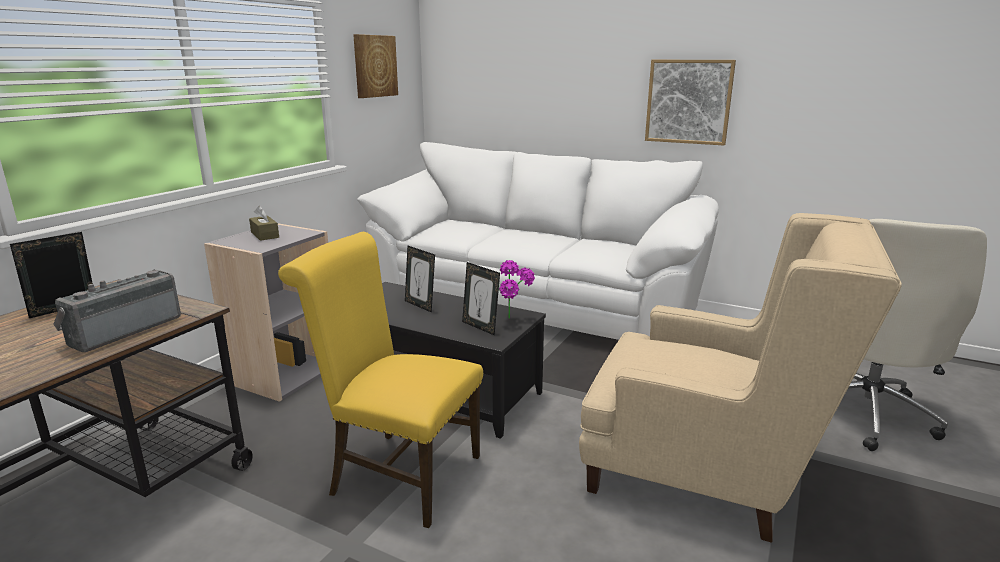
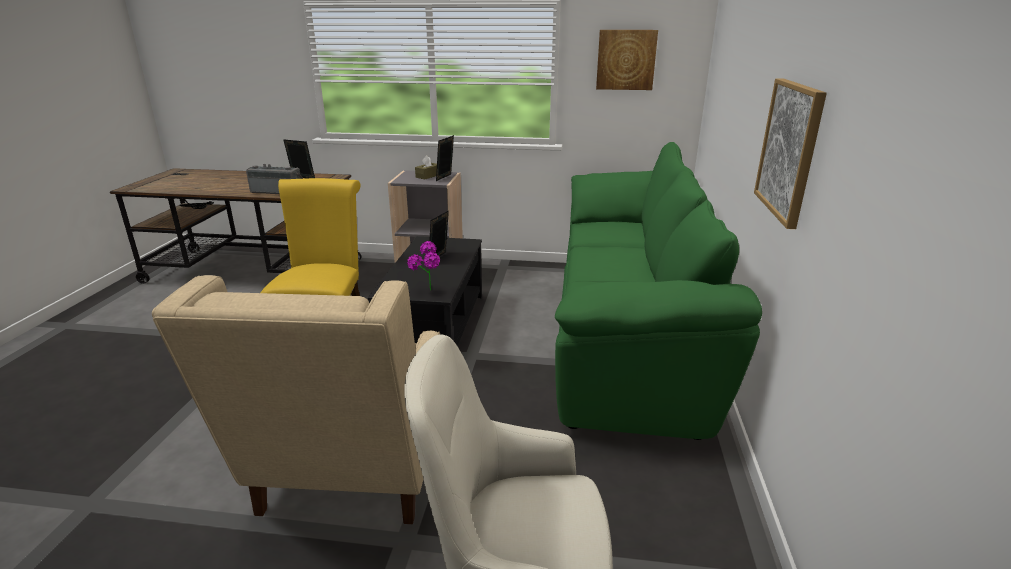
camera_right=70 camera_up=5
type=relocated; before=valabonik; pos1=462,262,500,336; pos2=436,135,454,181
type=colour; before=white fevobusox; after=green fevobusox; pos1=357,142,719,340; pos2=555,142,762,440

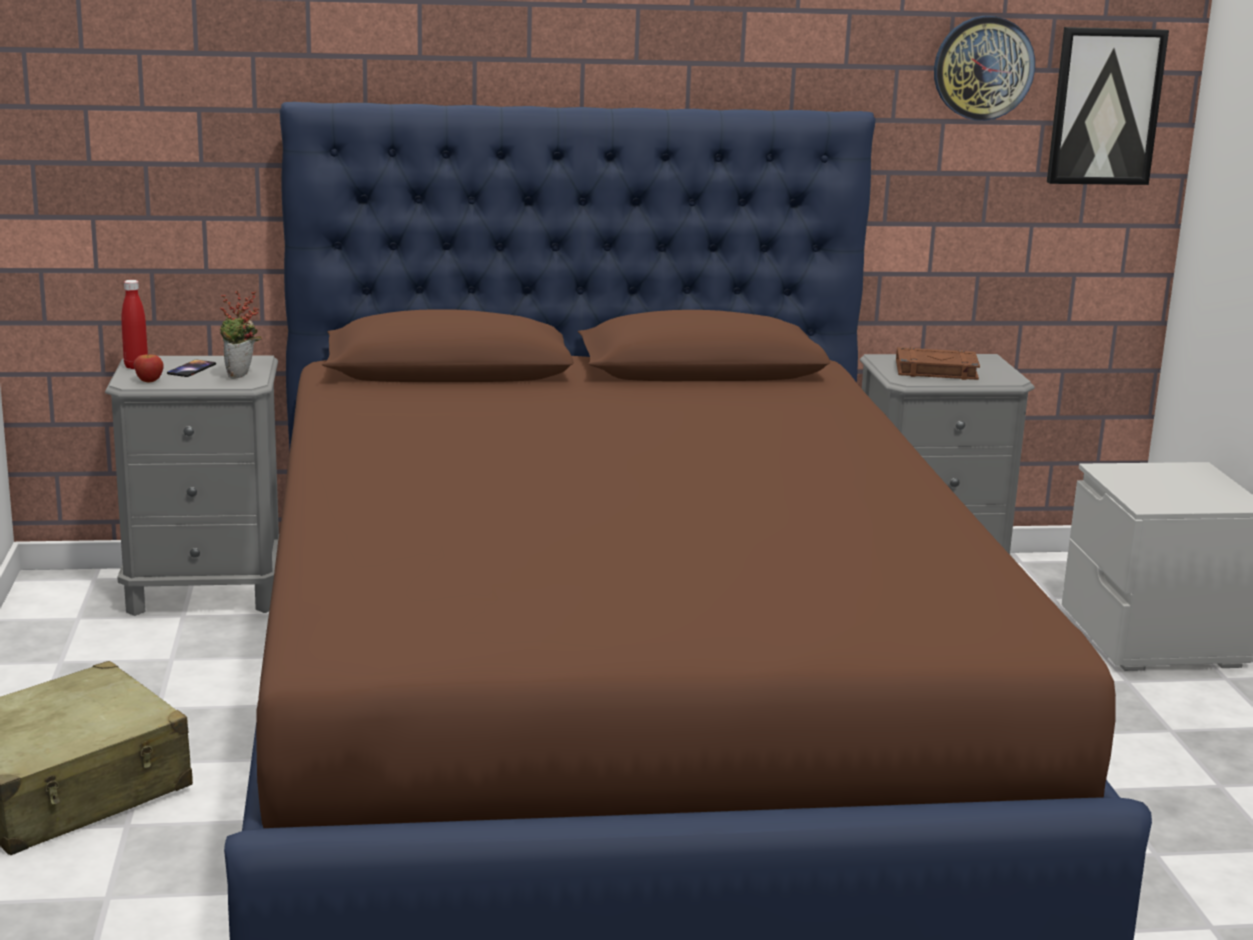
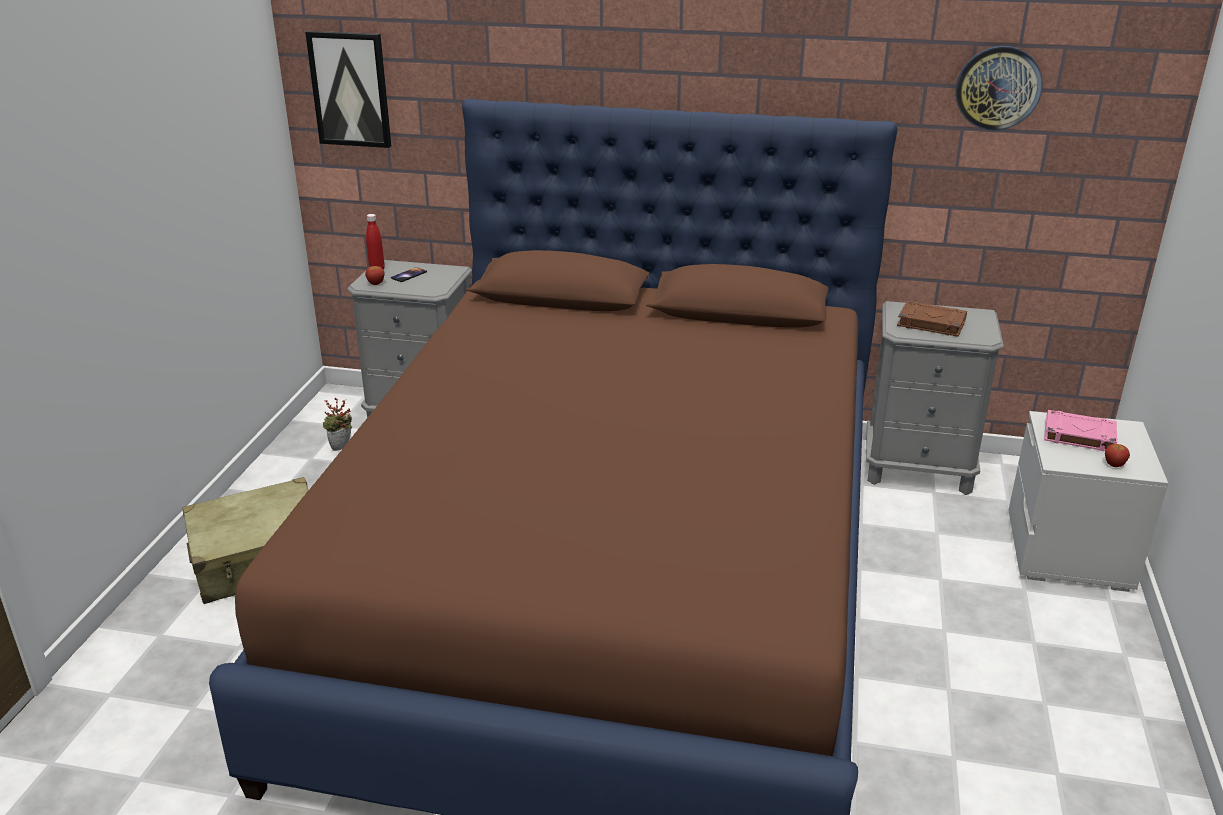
camera_right=20 camera_up=10
type=relocated; before=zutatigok; pos1=1047,27,1169,185; pos2=305,31,391,148
type=relocated; before=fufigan; pos1=220,291,262,379; pos2=323,397,352,451
type=appeared; after=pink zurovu; pos2=1044,410,1117,451
type=appeared; after=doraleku; pos2=1105,444,1130,467

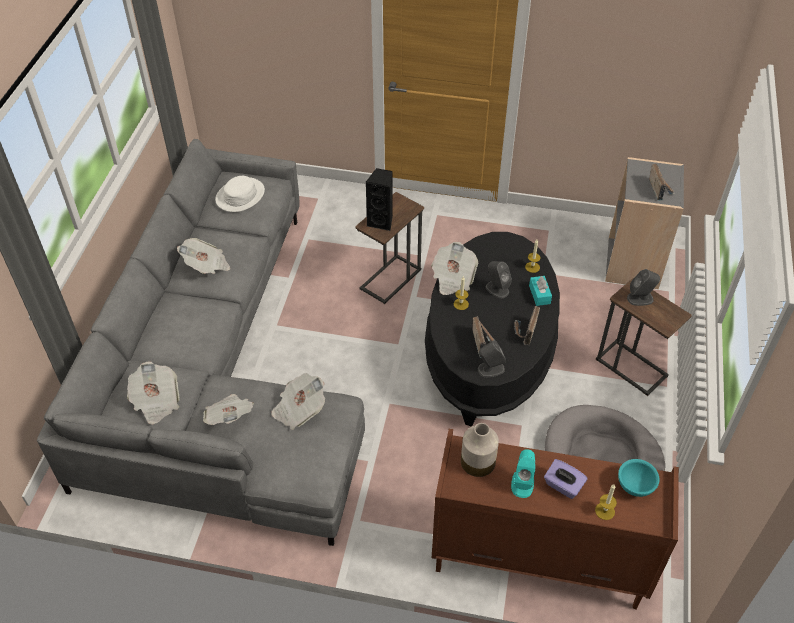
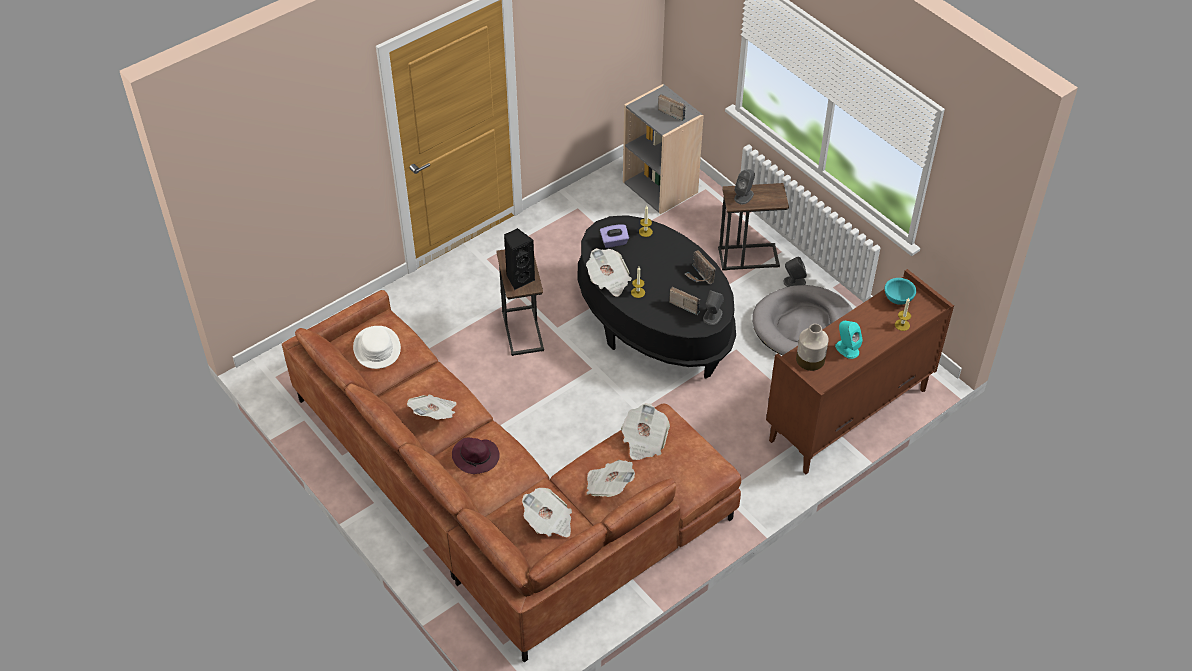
camera_right=-50 camera_up=0
type=colour; before=grey fevobusox; after=brown fevobusox; pos1=37,139,365,546; pos2=282,290,741,663
type=appeared; after=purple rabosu; pos2=452,438,500,474
type=relocated; before=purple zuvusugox; pos1=544,459,587,499; pos2=600,224,629,248
type=relocated; before=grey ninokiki; pos1=486,261,512,298; pos2=783,257,807,287
type=missing; before=turquoise zuvusugox; pos1=529,276,552,306

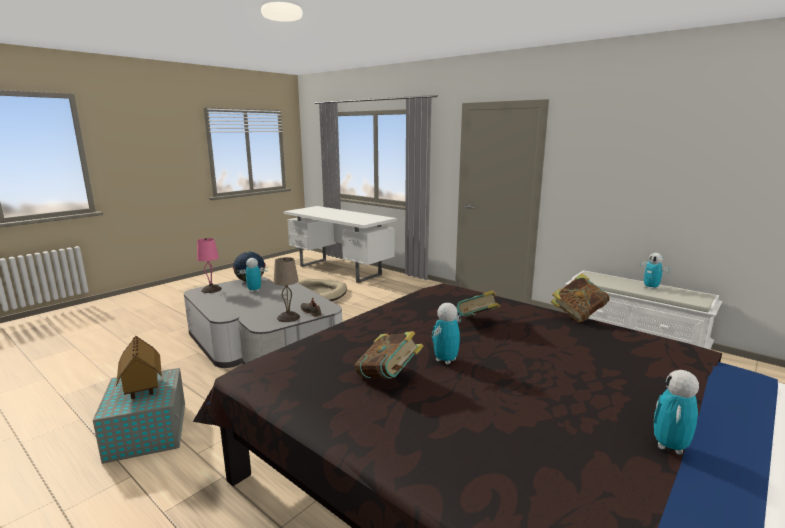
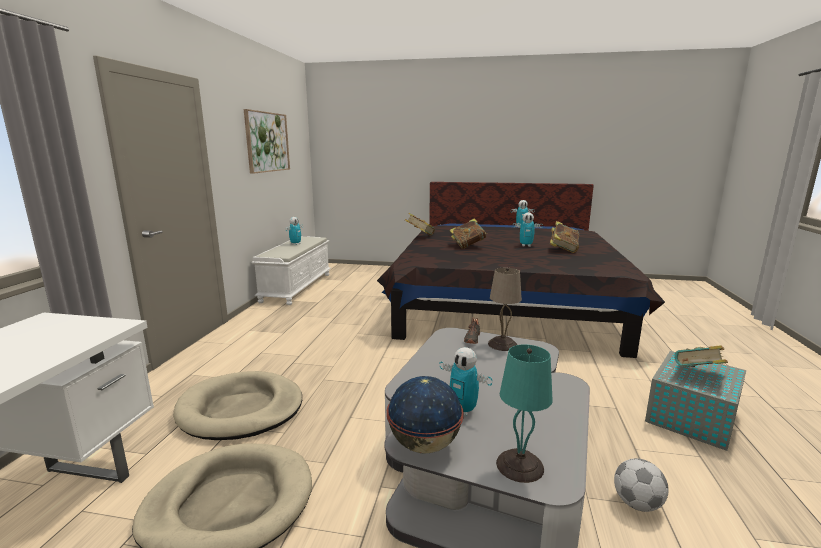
camera_right=-120 camera_up=0
type=appeared; after=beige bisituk; pos2=173,371,302,440
type=appeared; after=zutatigok; pos2=244,109,290,174
type=colour; before=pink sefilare; after=turquoise sefilare; pos1=197,238,222,293; pos2=496,345,553,483
type=appeared; after=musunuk; pos2=614,458,669,512
type=exchanged; before=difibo; after=zurovu; pos1=116,336,162,399; pos2=674,345,728,367

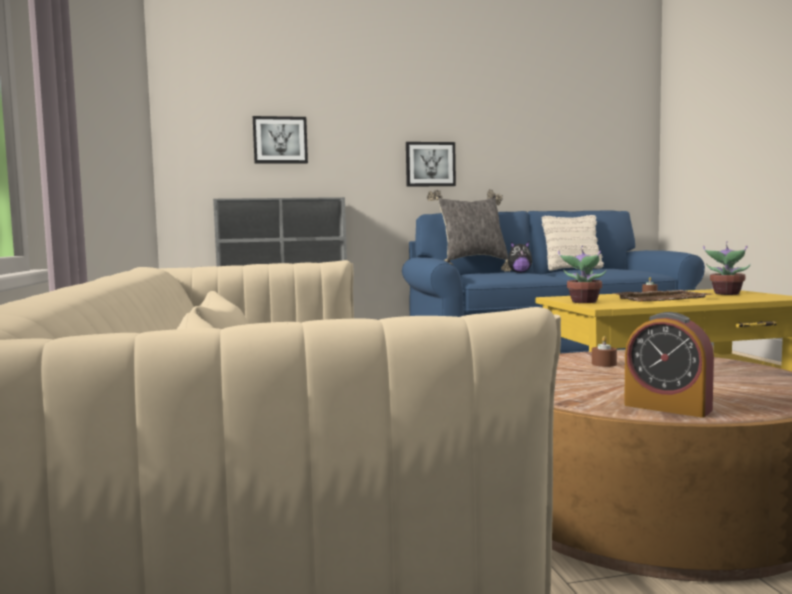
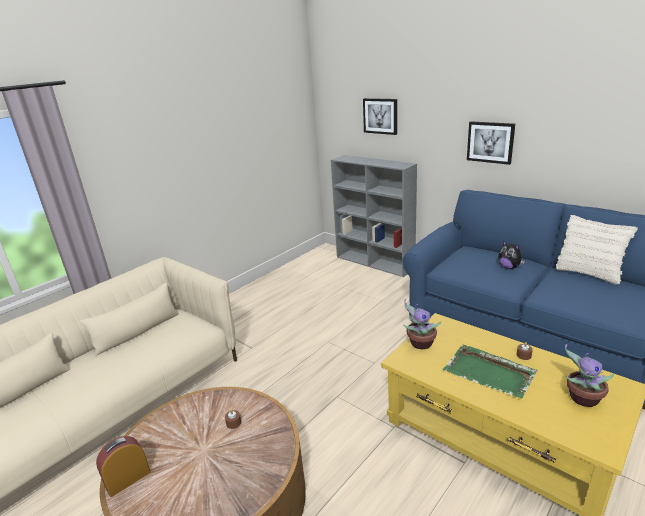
camera_right=55 camera_up=20
type=spun; before=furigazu; pos1=624,312,714,418; pos2=96,436,151,497; turn=45
type=colour; before=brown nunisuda; after=green nunisuda; pos1=612,290,711,302; pos2=443,344,538,398
type=missing; before=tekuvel; pos1=427,189,512,272

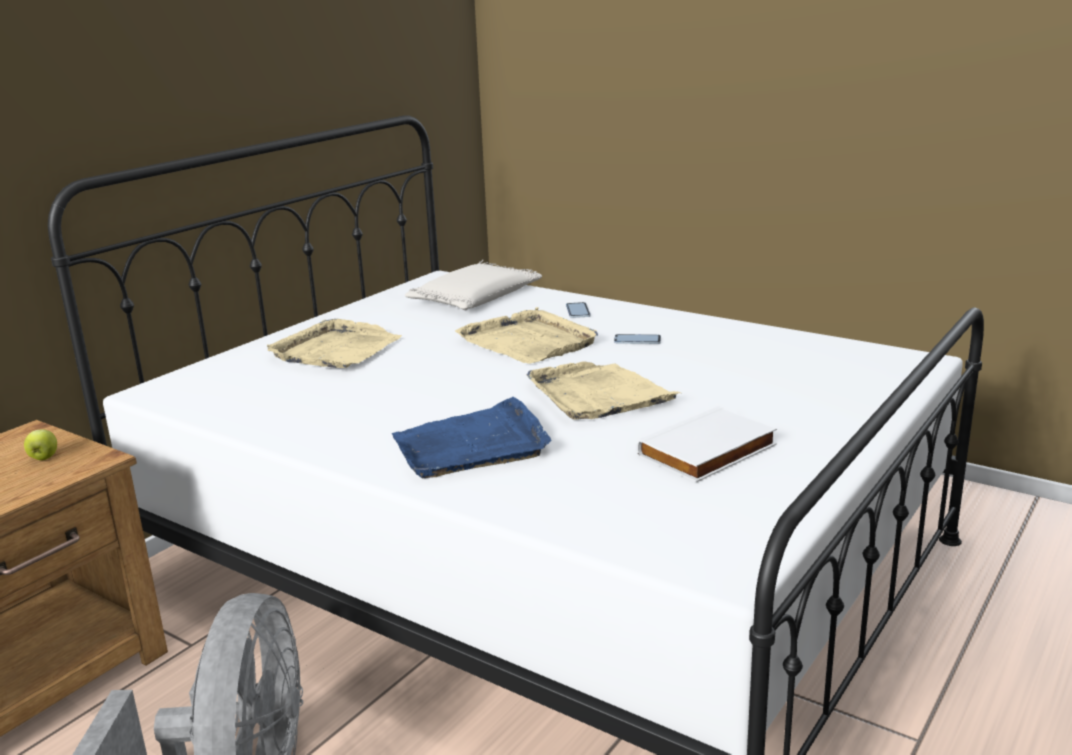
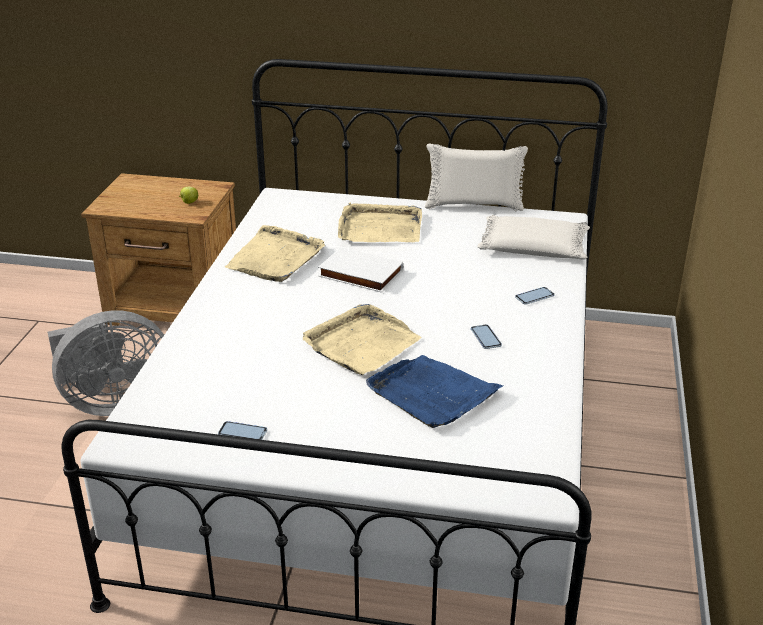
camera_right=65 camera_up=10
type=appeared; after=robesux; pos2=218,421,267,440
type=relocated; before=beige nunisuda; pos1=455,307,598,364; pos2=225,225,325,282
type=relocated; before=white zurovu; pos1=637,406,777,482; pos2=318,247,403,293
type=relocated; before=blue nunisuda; pos1=392,397,551,478; pos2=366,355,503,428
type=appeared; after=white tekuvel; pos2=425,143,528,212

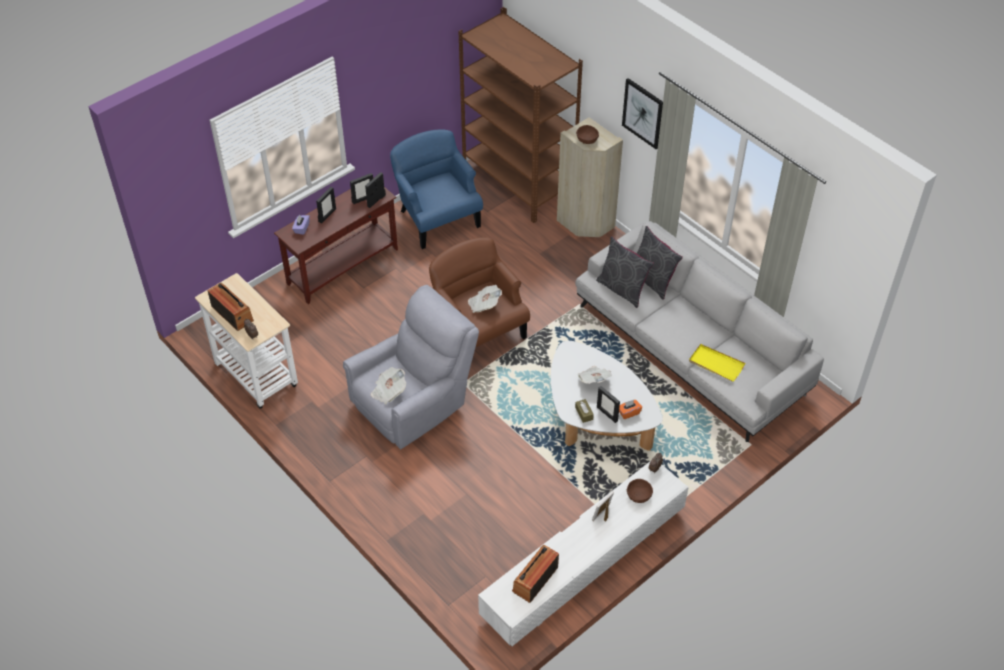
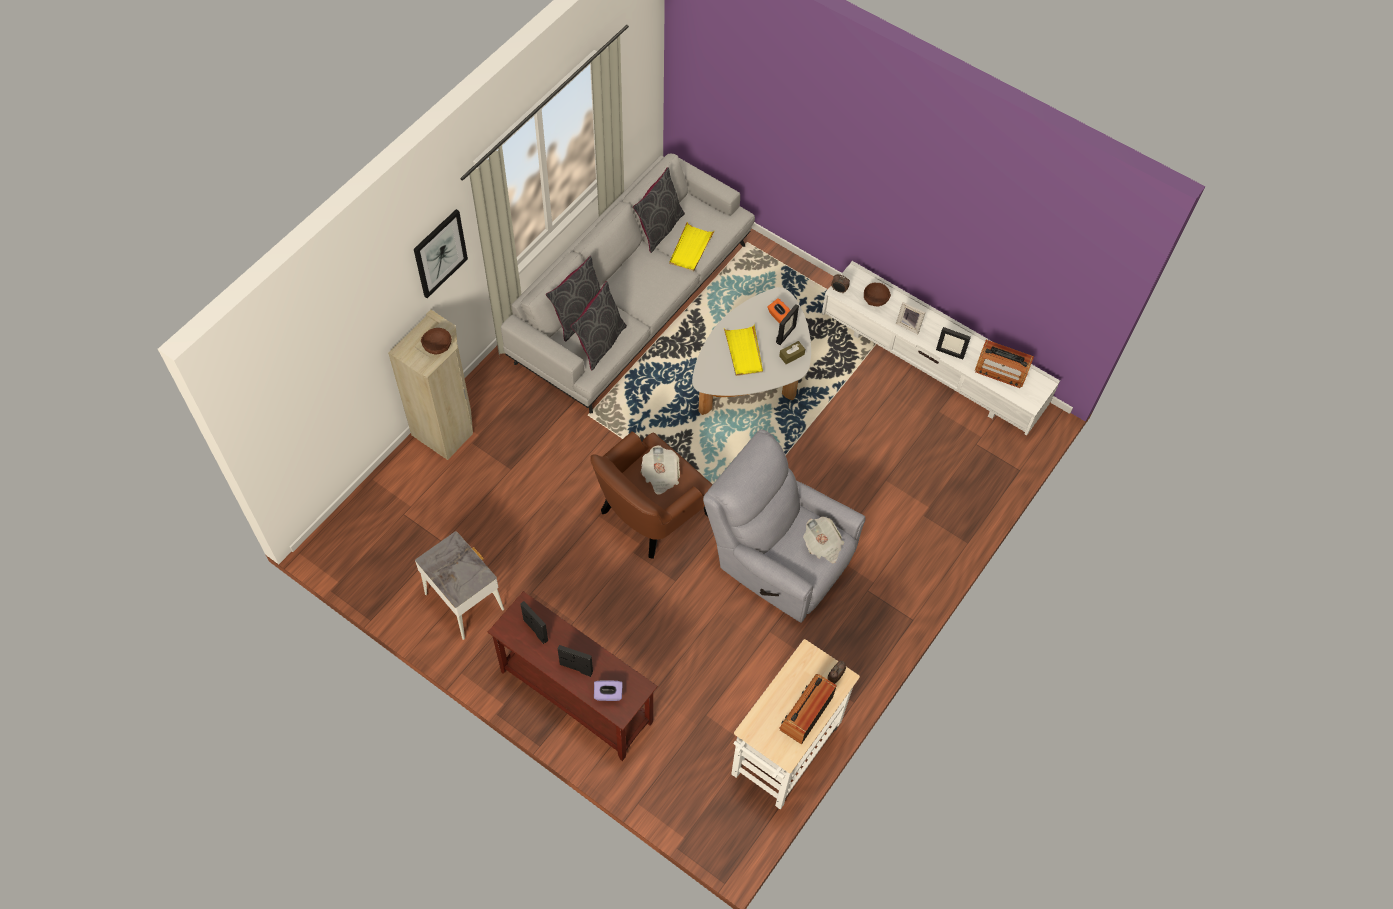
camera_right=-105 camera_up=10
type=exchanged; before=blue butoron; after=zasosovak; pos1=390,129,483,249; pos2=415,531,504,640
type=appeared; after=grey tekuvel; pos2=633,167,685,253
type=exchanged; before=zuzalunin; after=yellow nunisuda; pos1=578,366,612,384; pos2=724,324,763,376
type=relocated; before=valabonik; pos1=365,172,386,208; pos2=936,327,971,359
type=missing; before=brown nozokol; pos1=458,7,583,223

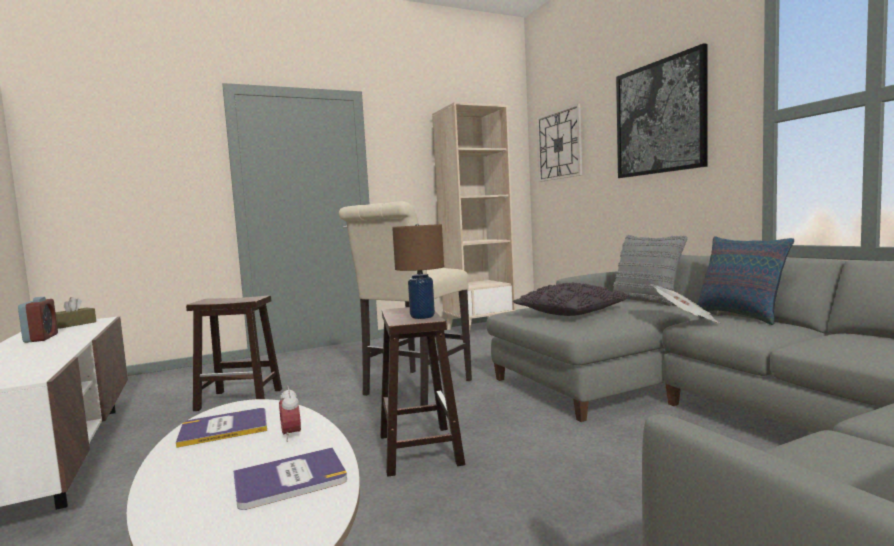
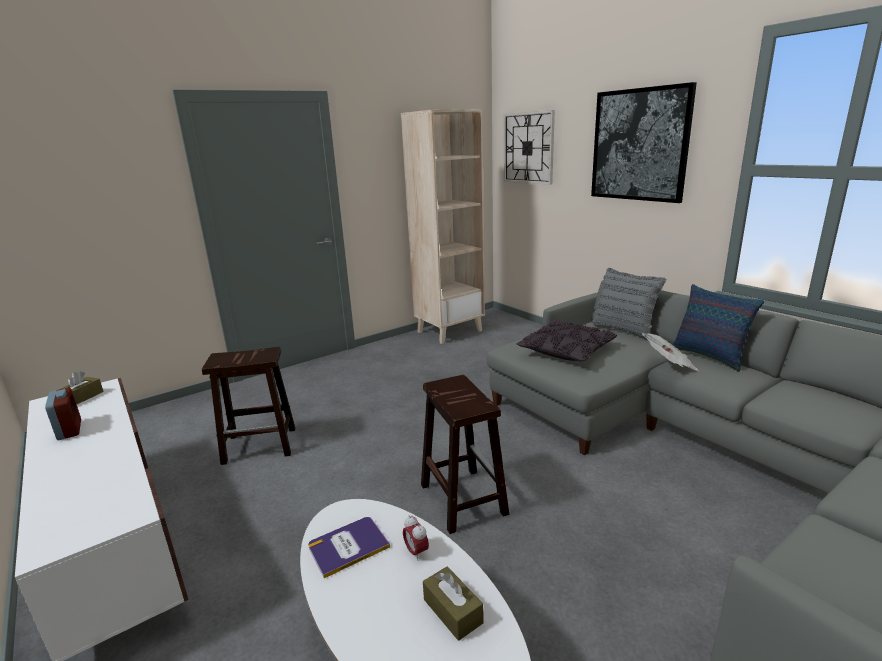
camera_right=-10 camera_up=15
type=exchanged; before=zurovu; after=brown zuvusugox; pos1=233,447,347,510; pos2=423,567,484,641
type=missing; before=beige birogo; pos1=339,201,472,406
type=missing; before=brown sefilare; pos1=392,224,444,319

